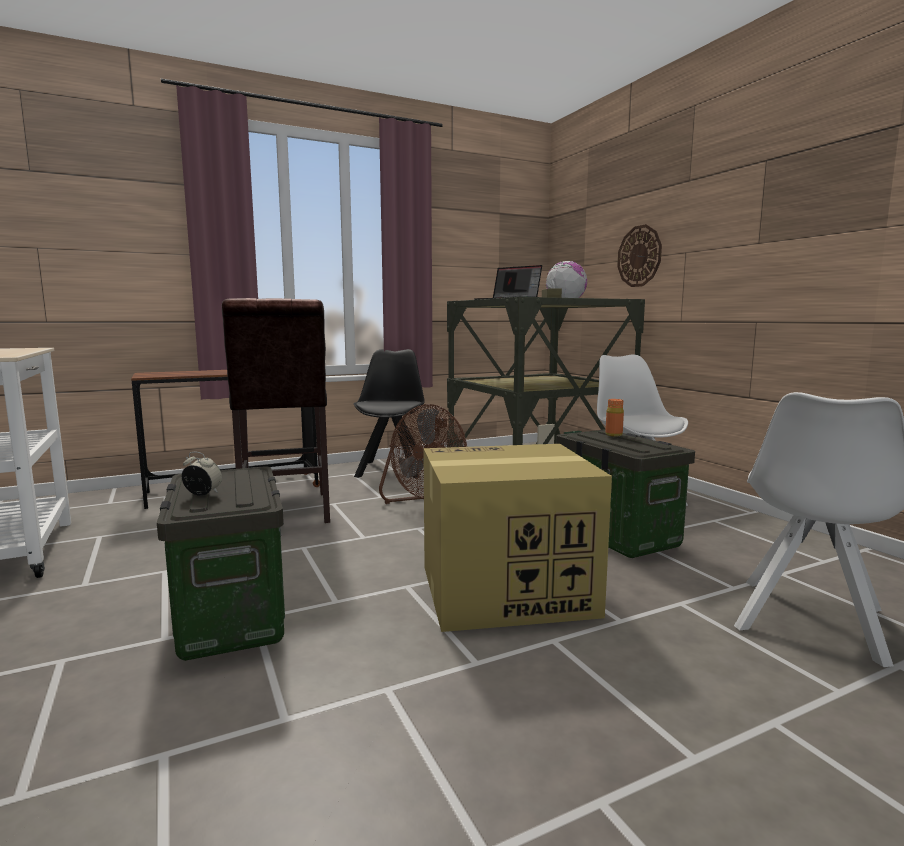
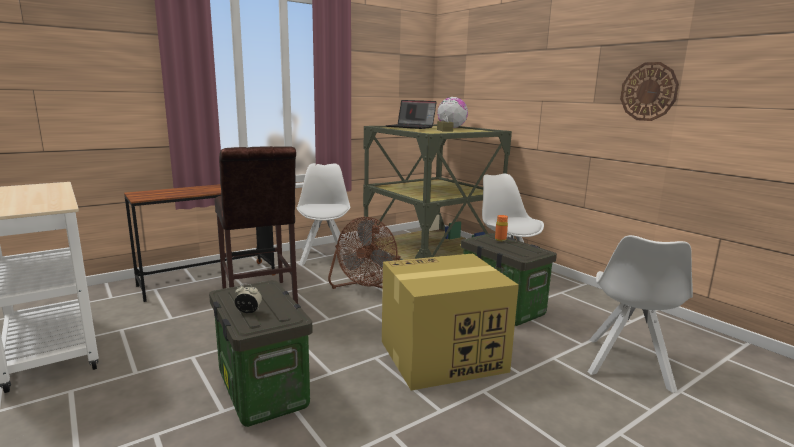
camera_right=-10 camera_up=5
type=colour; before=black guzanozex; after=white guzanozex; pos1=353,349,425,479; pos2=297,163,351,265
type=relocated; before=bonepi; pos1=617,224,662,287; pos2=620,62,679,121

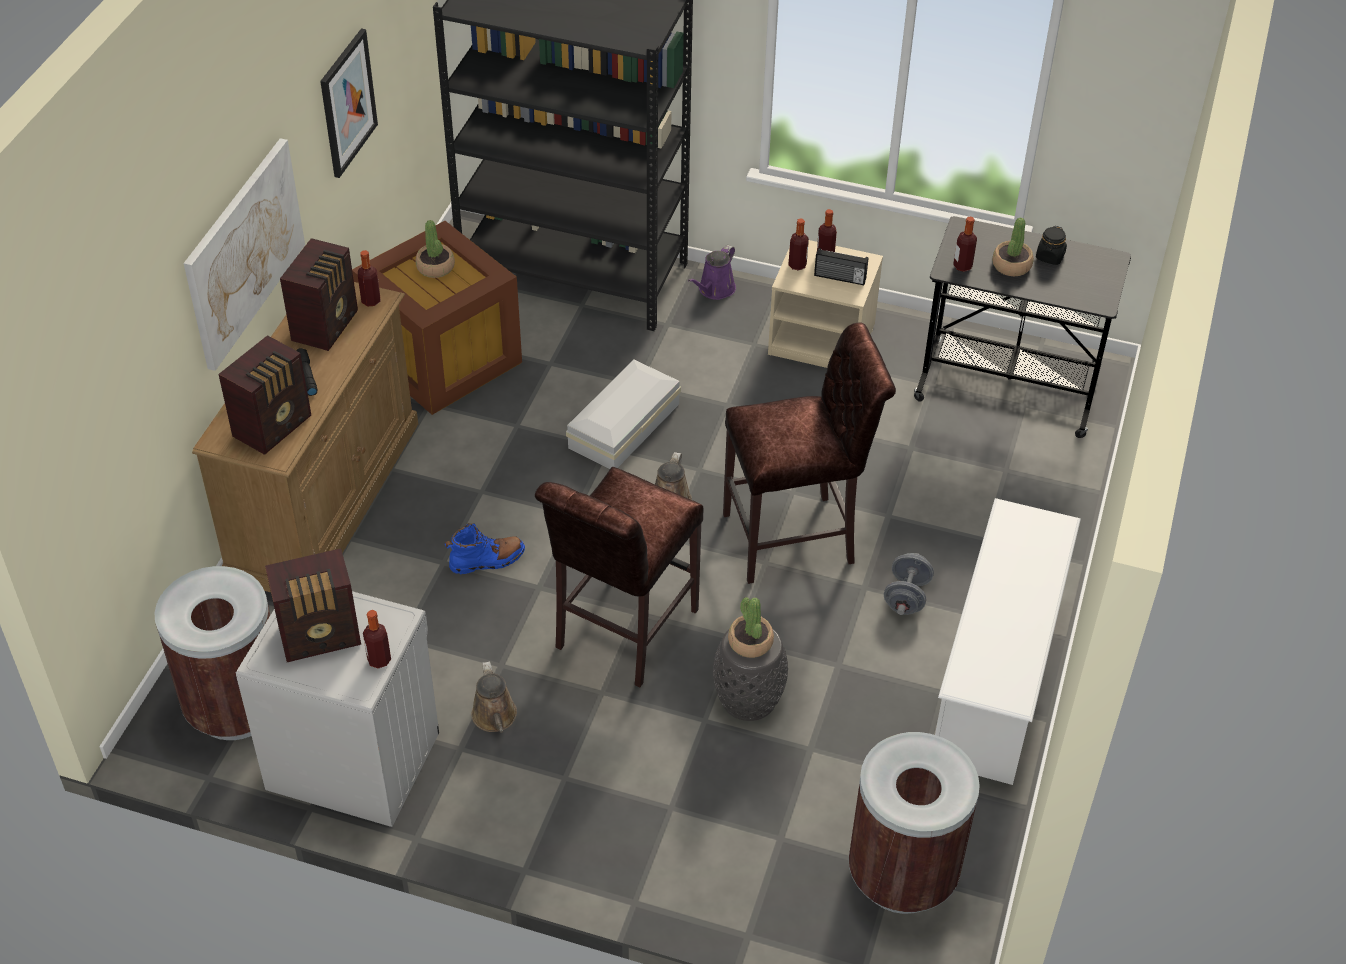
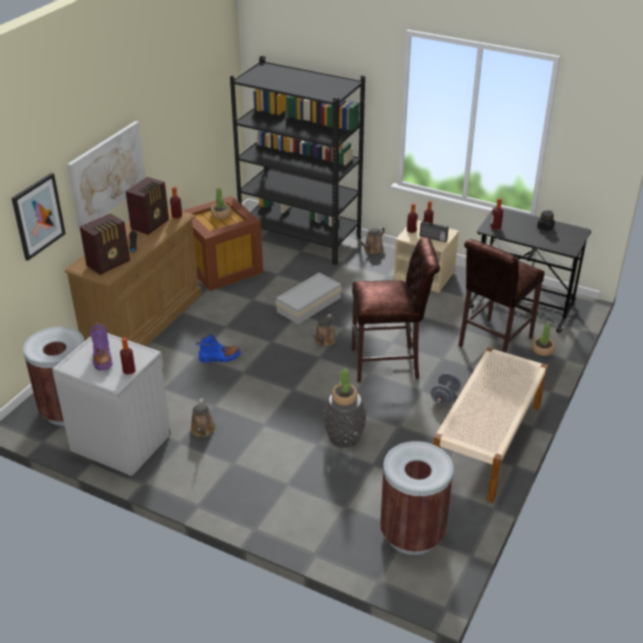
camera_right=10 camera_up=-10
type=relocated; before=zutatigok; pos1=320,28,378,178; pos2=12,173,66,261
type=exchanged; before=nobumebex; after=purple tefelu; pos1=265,548,361,662; pos2=89,322,113,371
type=colour; before=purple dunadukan; after=brown dunadukan; pos1=688,245,736,300; pos2=356,227,385,254
type=exchanged; before=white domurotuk; after=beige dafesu; pos1=935,498,1081,785; pos2=433,347,548,503
type=relocated; before=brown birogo; pos1=535,467,704,687; pos2=458,239,544,365
type=relocated; before=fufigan; pos1=992,218,1034,276; pos2=532,323,555,356

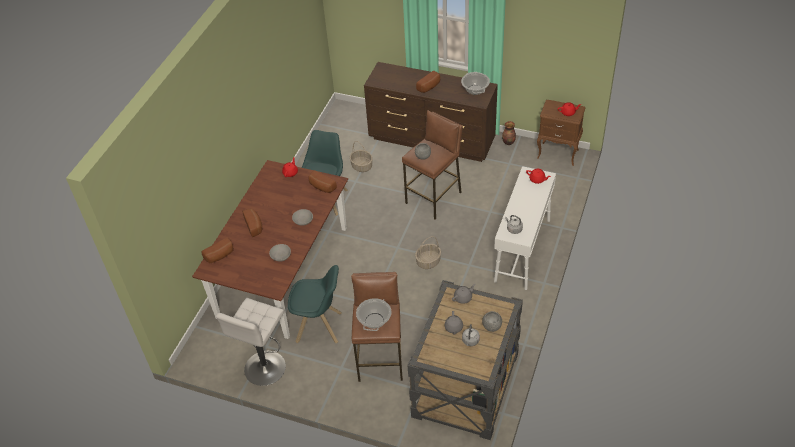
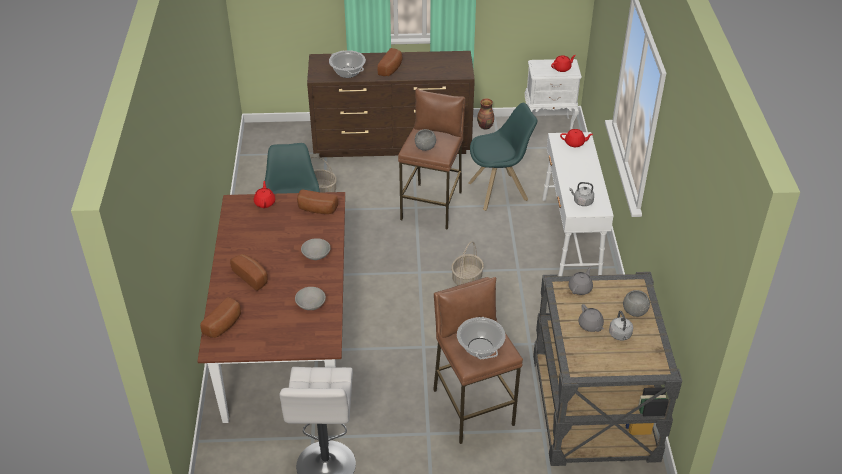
camera_right=-25 camera_up=-5
type=relocated; before=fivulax; pos1=461,72,490,95; pos2=329,50,366,78
type=relocated; before=turquoise guzanozex; pos1=288,265,342,343; pos2=468,103,537,211
type=colour; before=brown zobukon; after=white zobukon; pos1=537,100,585,166; pos2=525,59,582,130

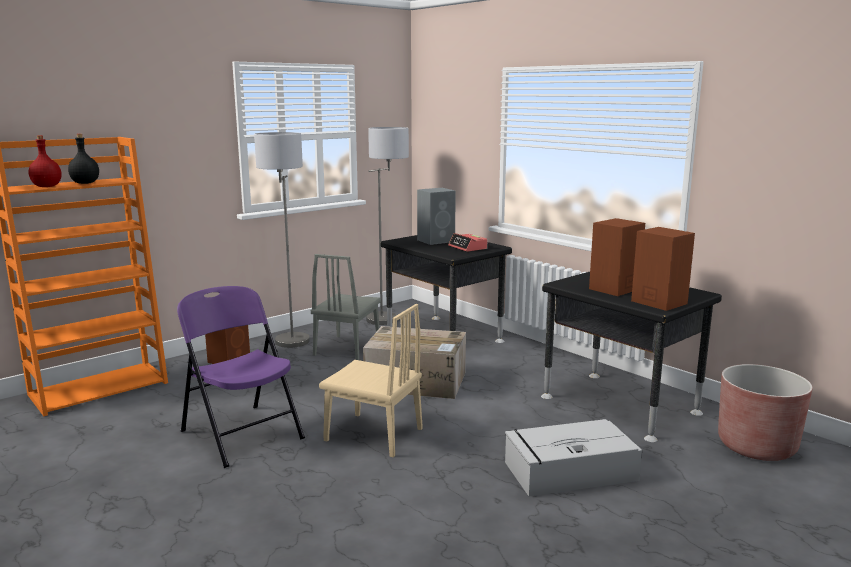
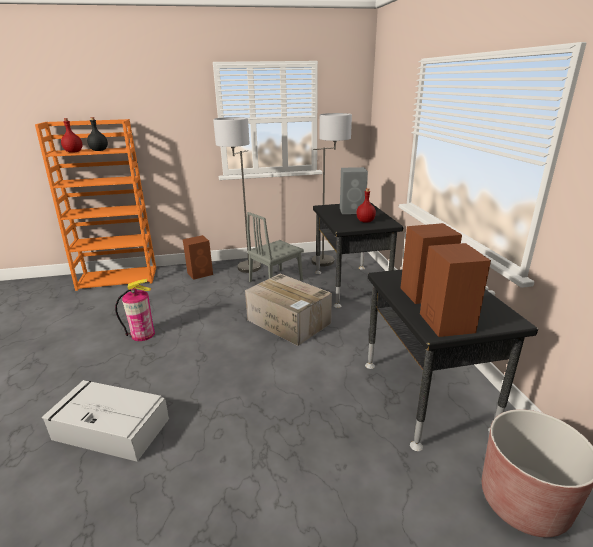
camera_right=30 camera_up=10
type=relocated; before=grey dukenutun; pos1=505,419,642,497; pos2=42,380,169,462
type=exchanged; before=purple guzanozex; after=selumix; pos1=177,286,305,468; pos2=115,279,155,341
type=exchanged; before=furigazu; after=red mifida; pos1=448,233,487,252; pos2=356,188,376,223
type=missing; before=beige guzanozex; pos1=319,304,423,458

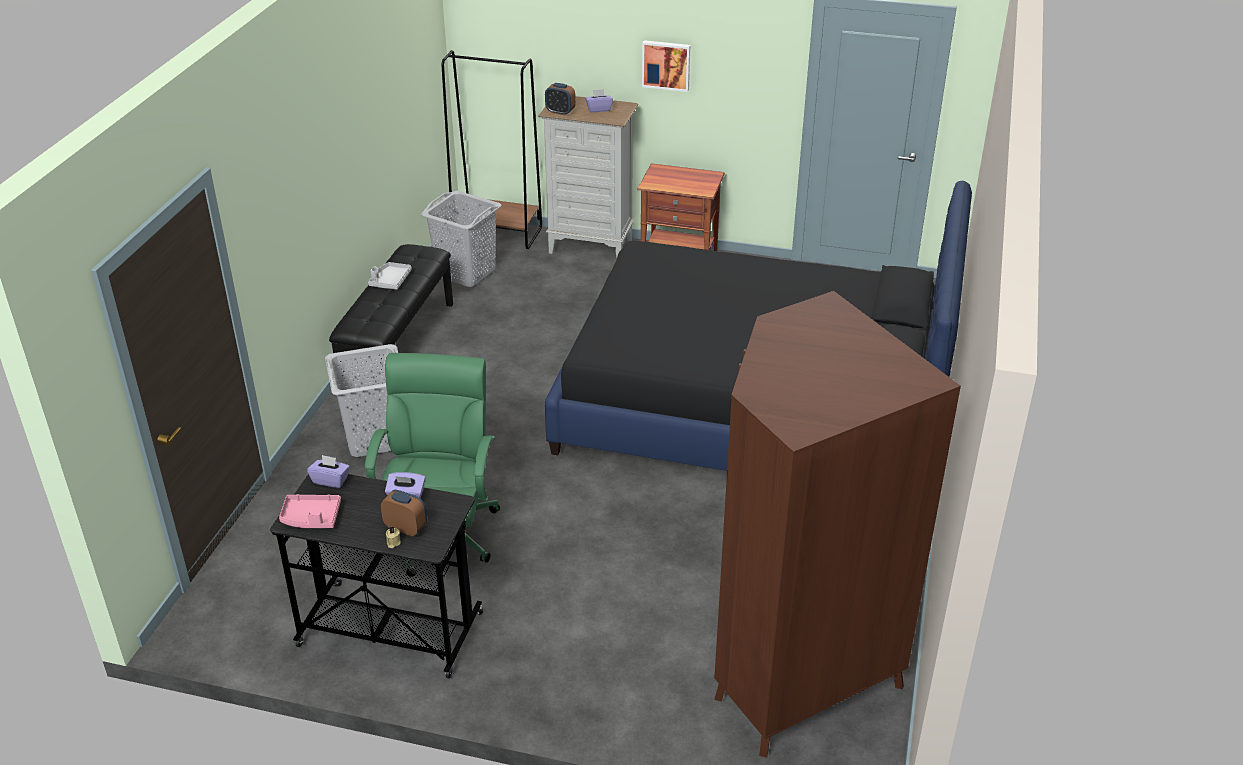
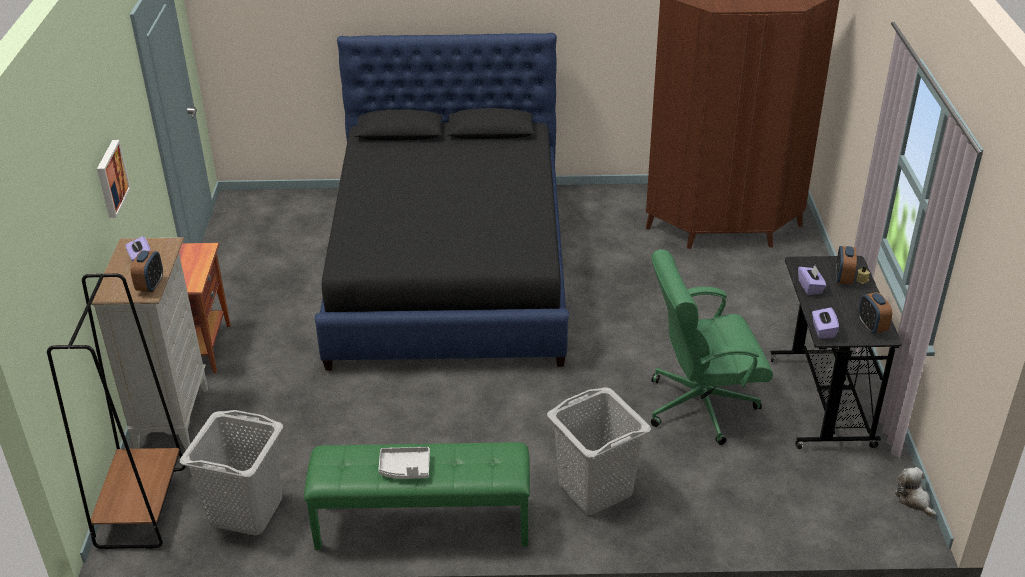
camera_right=-105 camera_up=0
type=colour; before=black dafesu; after=green dafesu; pos1=329,244,453,384; pos2=304,442,530,550
type=exchanged; before=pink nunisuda; after=furigazu; pos1=279,494,341,528; pos2=858,292,892,334
type=appeared; after=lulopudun; pos2=895,467,936,517

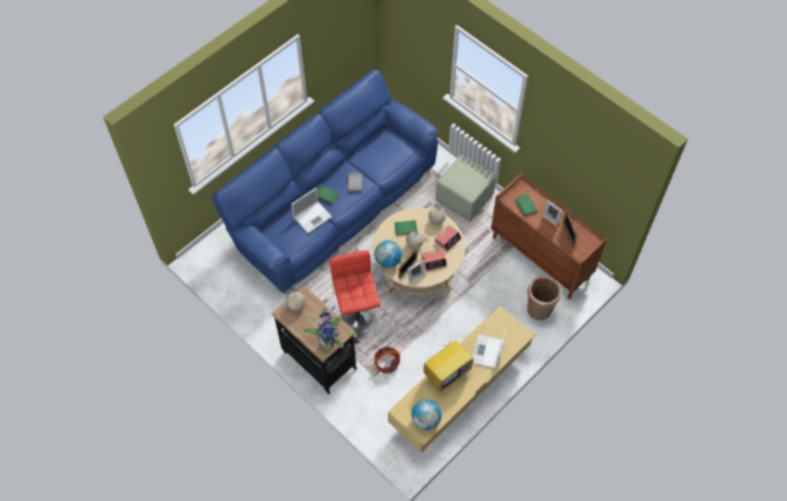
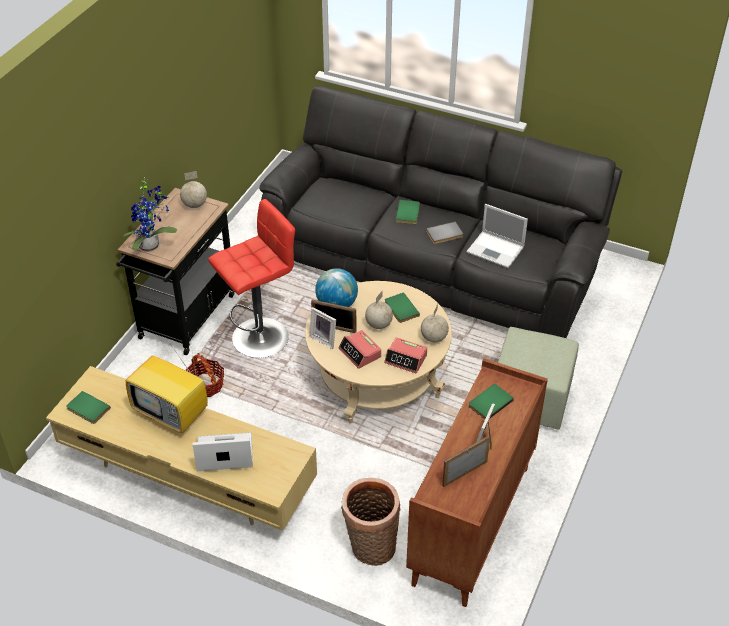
camera_right=70 camera_up=-15
type=exchanged; before=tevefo; after=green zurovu; pos1=411,399,442,430; pos2=66,391,111,424
type=colour; before=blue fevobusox; after=grey fevobusox; pos1=211,70,438,293; pos2=259,86,623,338
type=relocated; before=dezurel; pos1=291,188,332,233; pos2=466,204,528,268

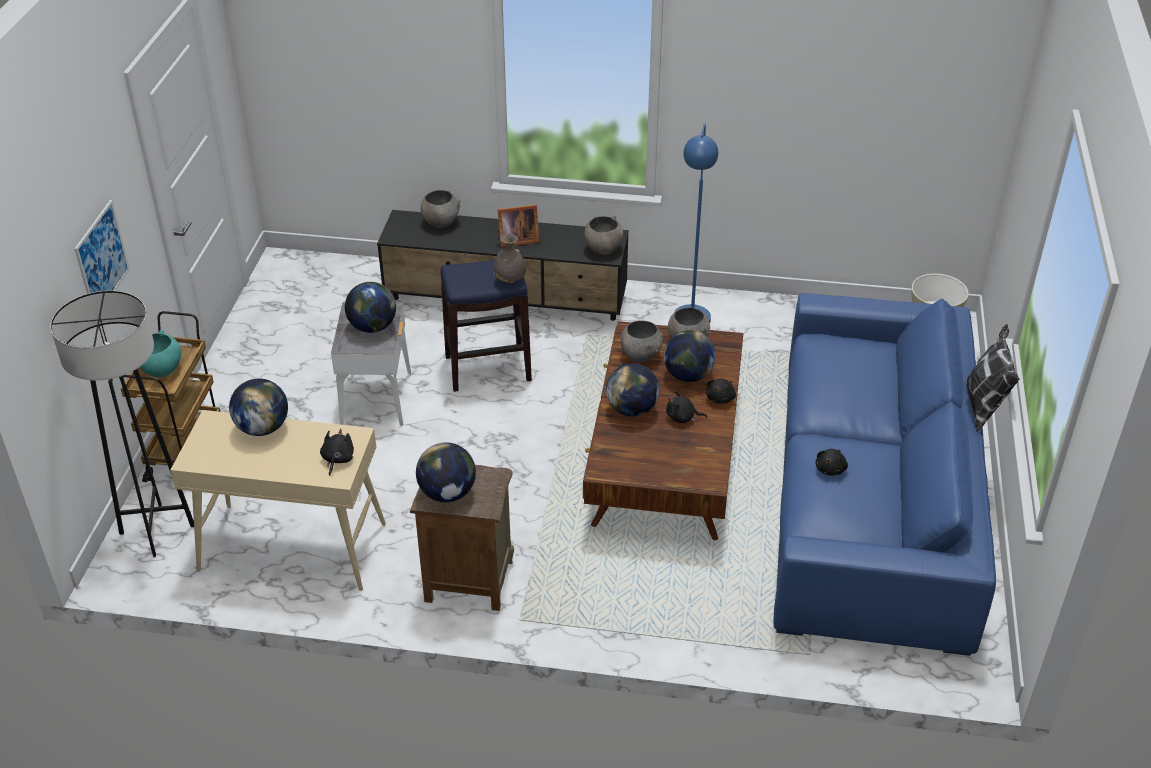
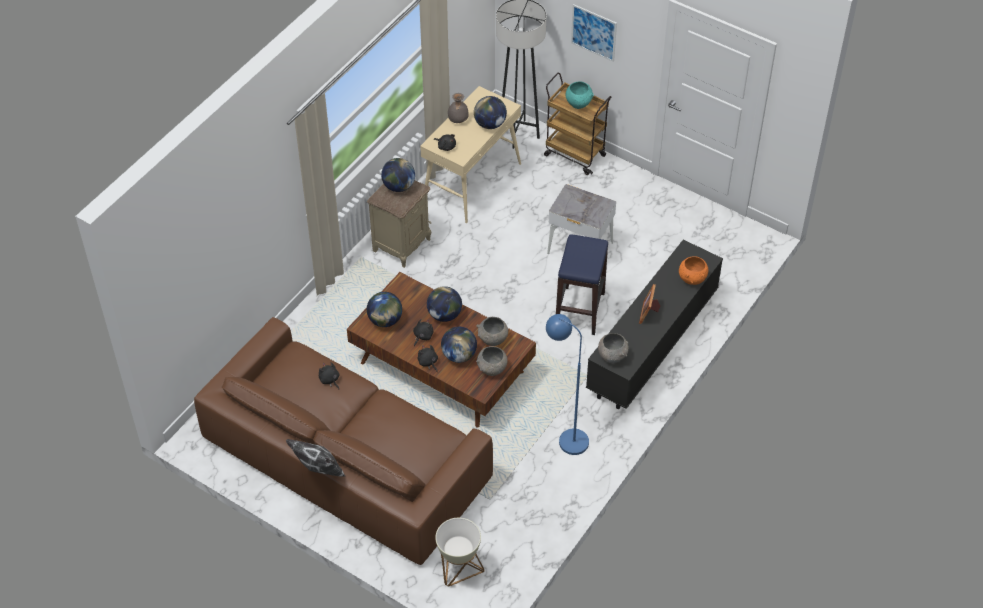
camera_right=115 camera_up=10
type=colour; before=blue fevobusox; after=brown fevobusox; pos1=774,293,996,656; pos2=194,317,493,565
type=relocated; before=tevefo; pos1=345,282,396,333; pos2=367,292,402,327
type=relocated; before=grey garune; pos1=494,233,526,283; pos2=448,93,469,123
type=colour; before=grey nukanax; after=orange nukanax; pos1=421,190,461,228; pos2=679,256,708,285

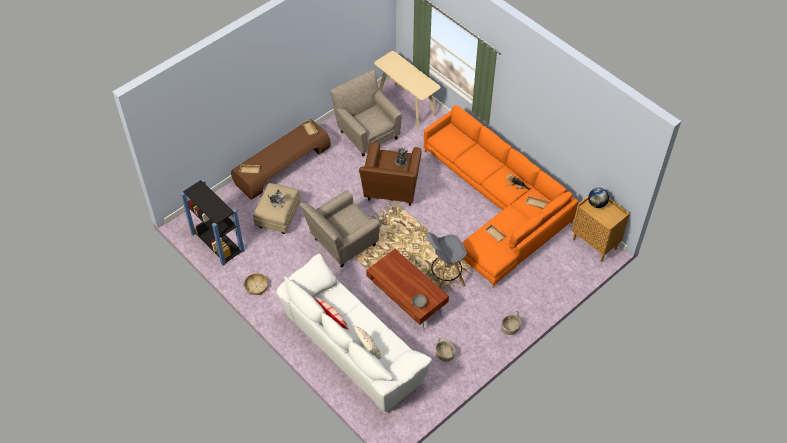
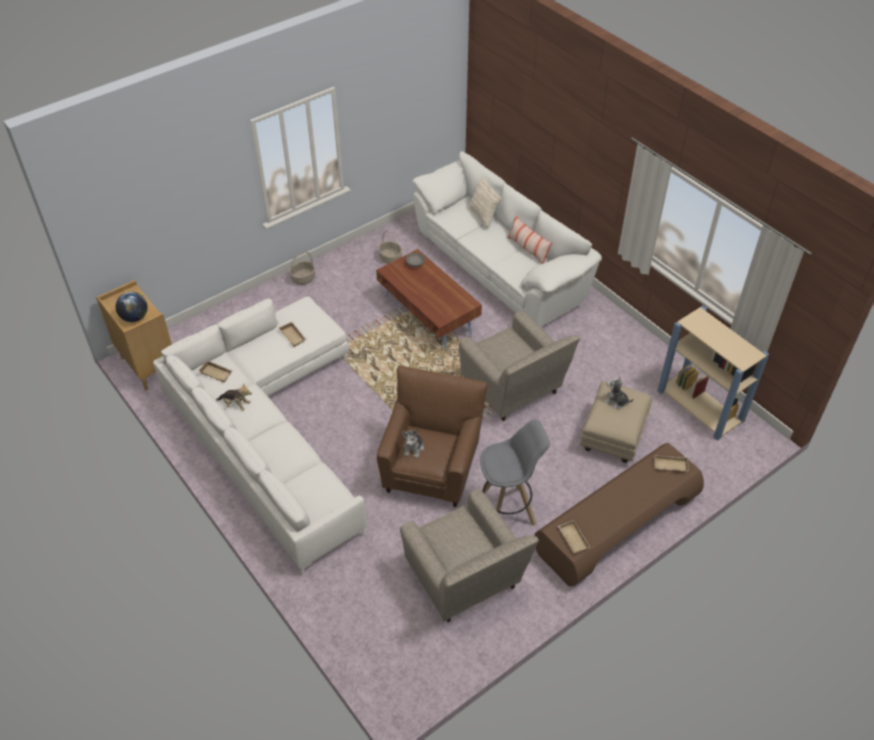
camera_right=-175 camera_up=-5
type=colour; before=orange fevobusox; after=white fevobusox; pos1=424,105,578,288; pos2=153,296,366,575
type=spun; before=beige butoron; pos1=300,190,380,268; pos2=459,311,580,421; turn=90
type=relocated; before=grey birogo; pos1=426,232,467,289; pos2=480,419,550,526
type=colour; before=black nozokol; after=beige nozokol; pos1=180,179,244,266; pos2=657,305,769,441
type=missing; before=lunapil; pos1=244,273,268,295
type=missing; before=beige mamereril; pos1=374,51,441,129

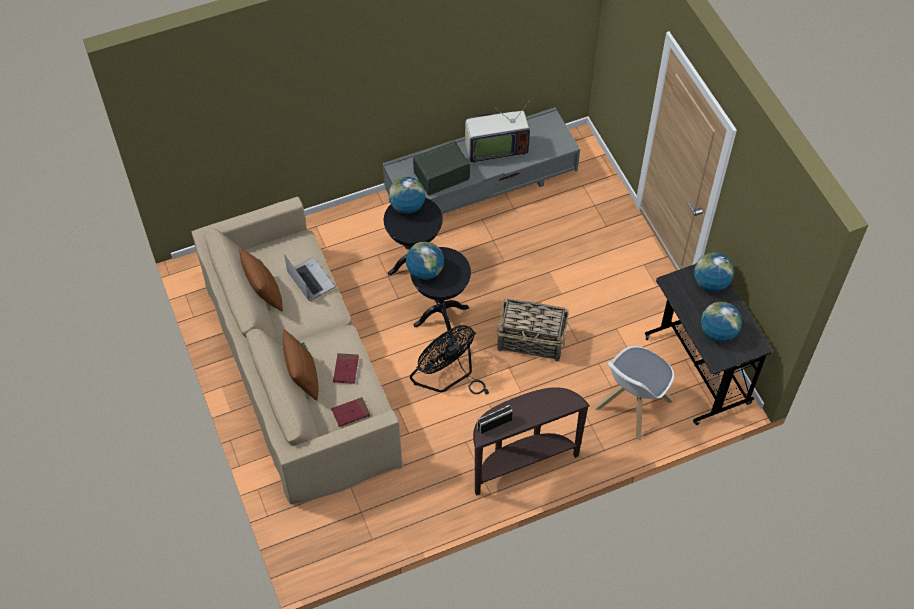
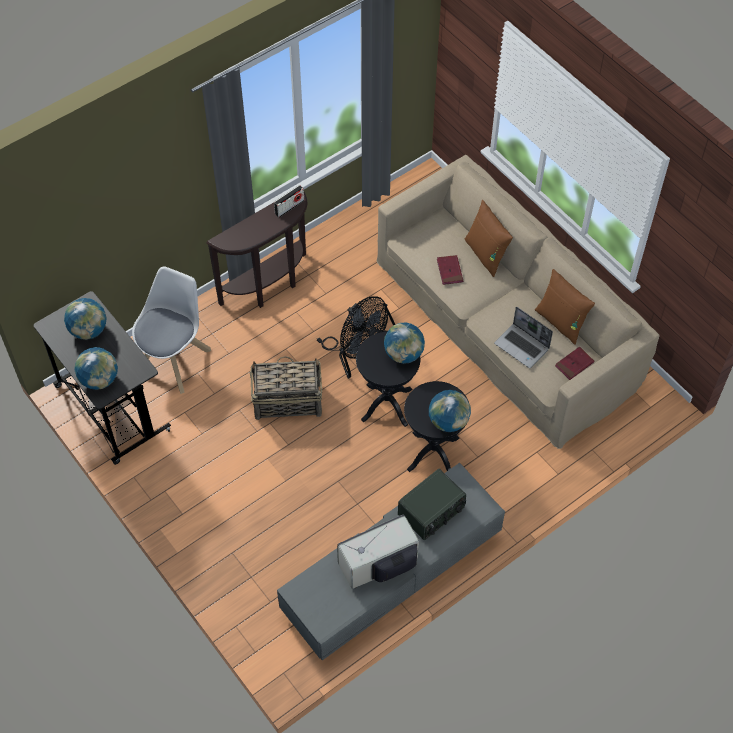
camera_right=165 camera_up=0
type=relocated; before=red zurovu; pos1=331,397,370,427; pos2=555,347,594,380

